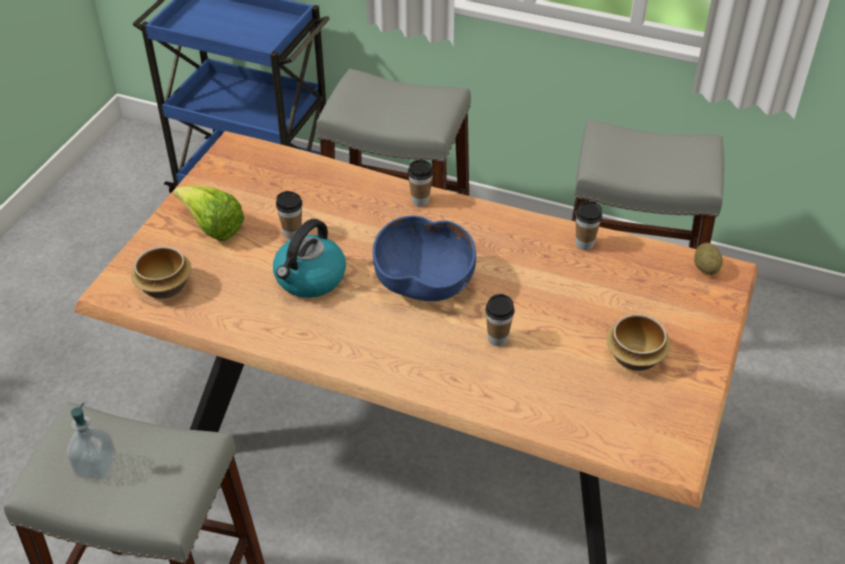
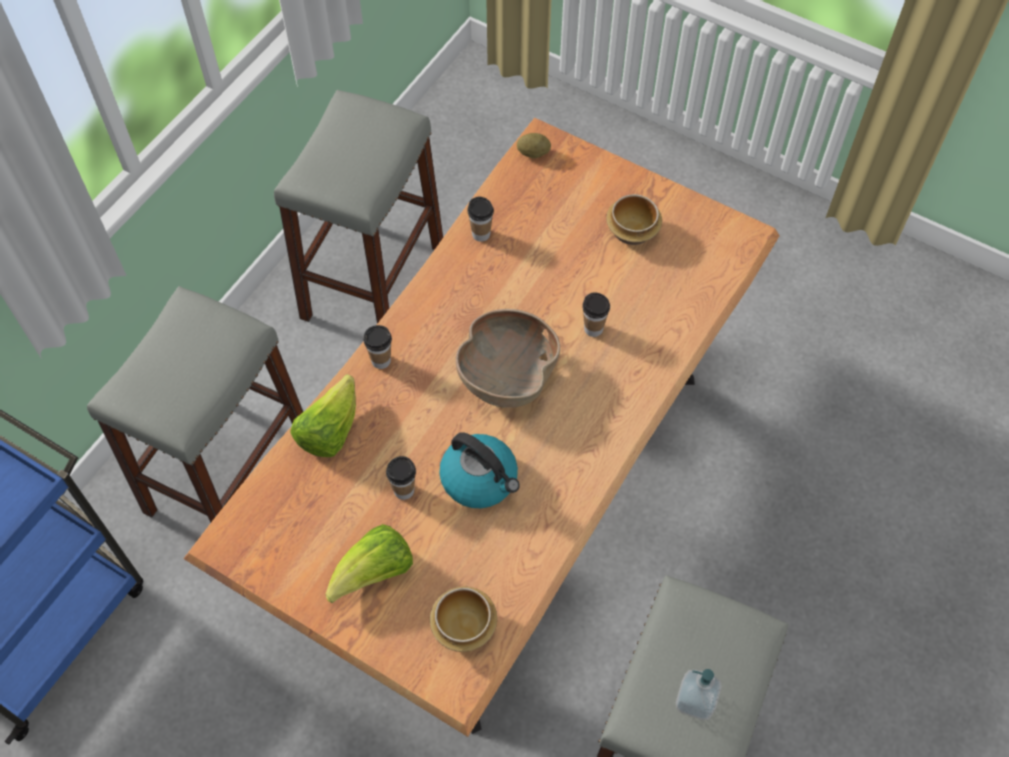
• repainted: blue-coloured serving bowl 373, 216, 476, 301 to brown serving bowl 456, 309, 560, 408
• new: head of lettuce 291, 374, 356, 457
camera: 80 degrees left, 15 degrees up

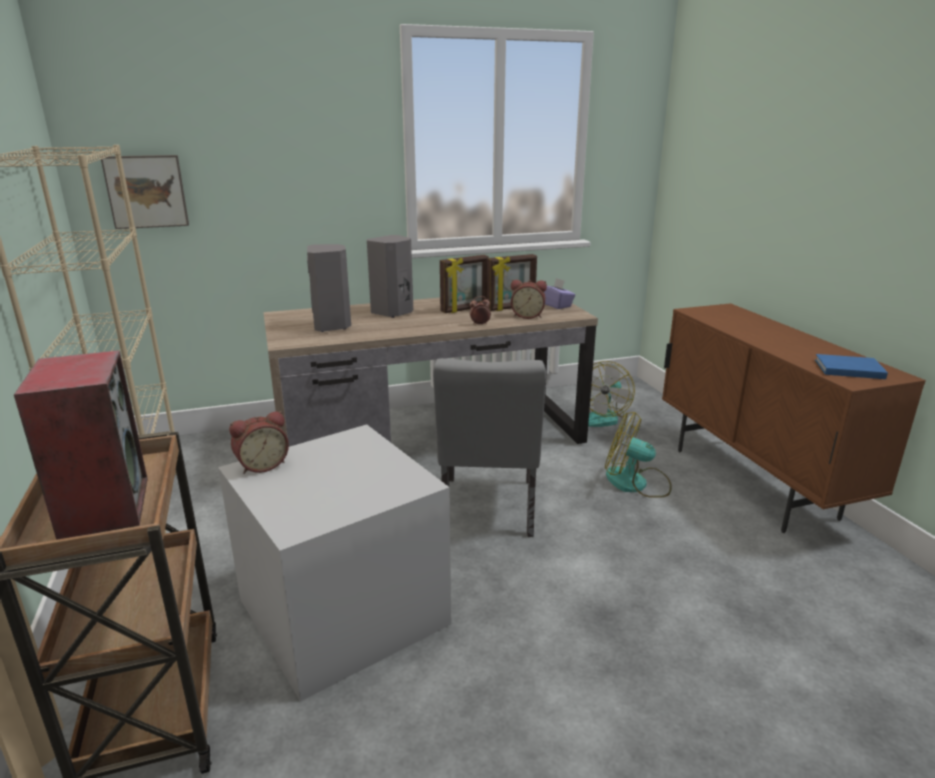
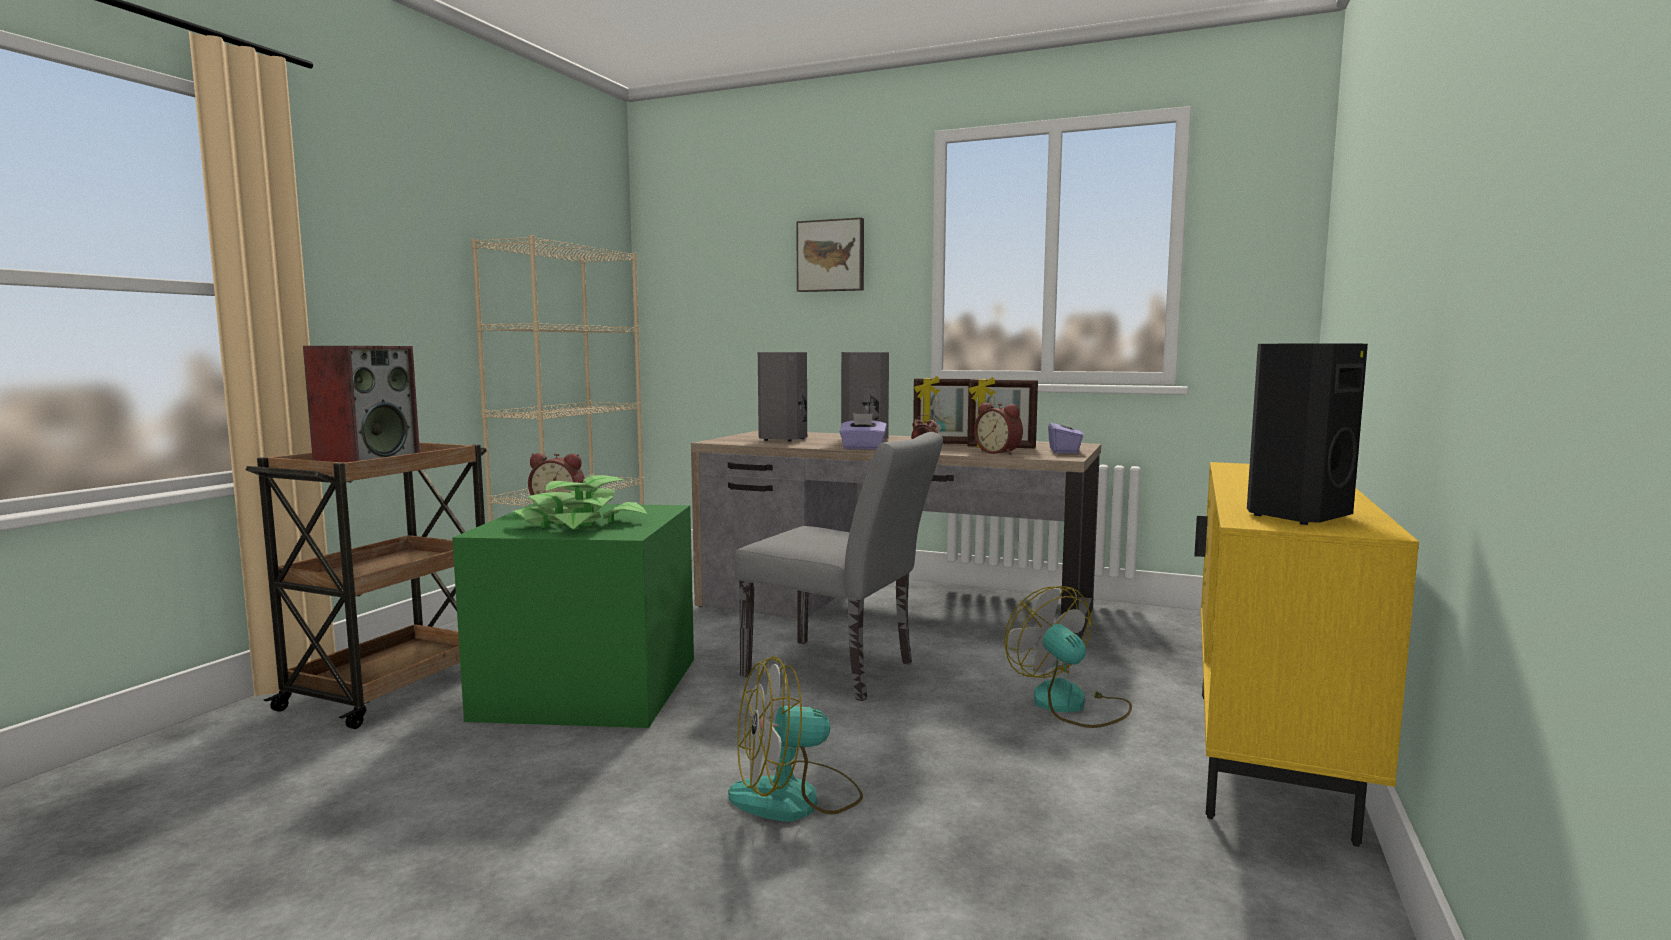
• shifted: wall picture 101, 155, 189, 229 to 796, 217, 864, 292
• repainted: grey storage bin 218, 424, 451, 701 to green-coloured storage bin 452, 503, 694, 728
• rotated: grey plain chair 433, 358, 546, 537 = 734, 432, 943, 701 105 degrees counterclockwise
• shifted: electric fan 588, 361, 635, 427 to 728, 656, 863, 822
• repainted: brown cabinet 662, 303, 926, 533 to yellowish cabinet 1194, 462, 1419, 847
• swapped: blue-coloured volume 815, 354, 888, 379 to black-coloured loudspeaker 1247, 343, 1368, 525
• new: plant in a pot 512, 475, 647, 529
• new: purple tissue holder 840, 413, 887, 450
camera: 40 degrees right, 15 degrees down

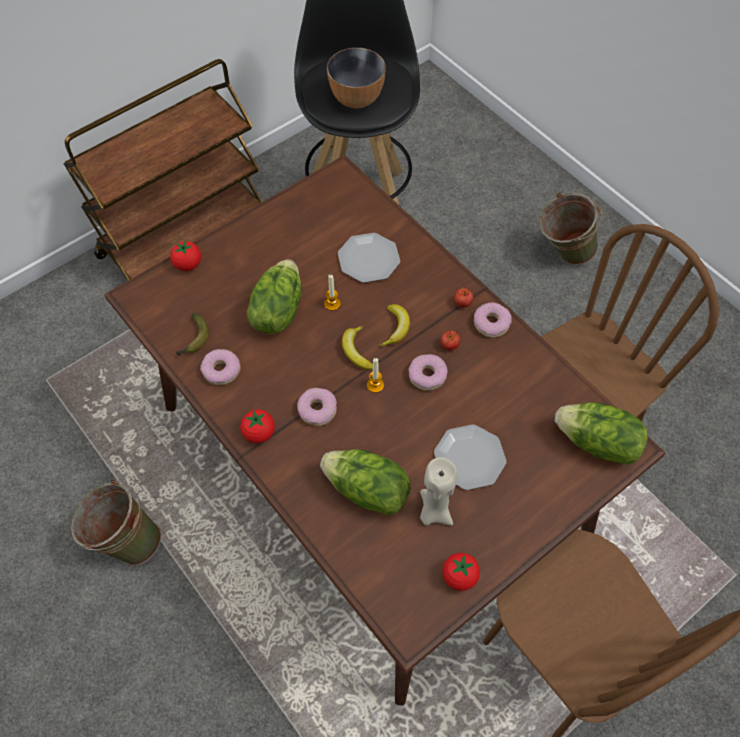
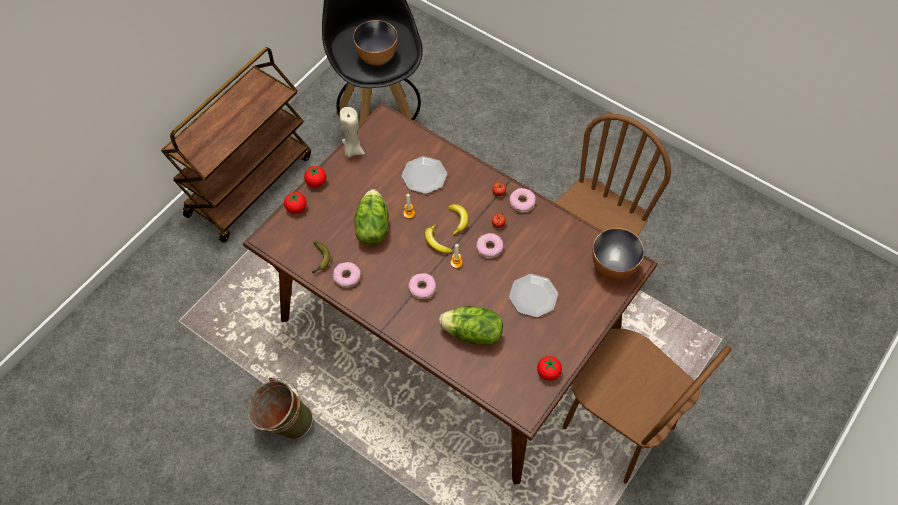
• shifted: tomato 240, 409, 275, 443 to 304, 166, 326, 187
• shifted: beige-coloured wax candle 420, 457, 457, 526 to 339, 107, 365, 158
• gone: green-coloured pail 539, 192, 602, 265
• swapped: head of lettuce 555, 402, 648, 465 to serving bowl 592, 228, 644, 280
camera: 15 degrees left, 0 degrees up

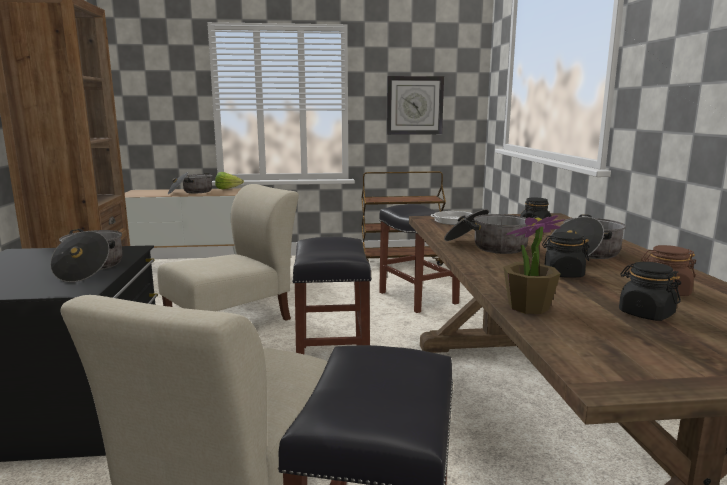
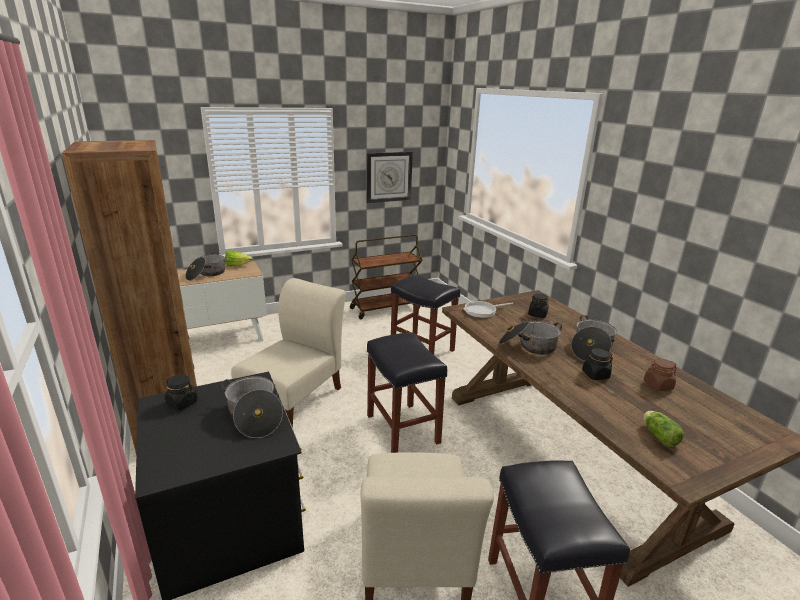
• gone: plant in a pot 504, 215, 565, 314
• shifted: black-coloured preserve jar 619, 262, 681, 321 to 165, 374, 198, 410
• new: head of lettuce 643, 411, 684, 447
camera: 20 degrees left, 10 degrees up

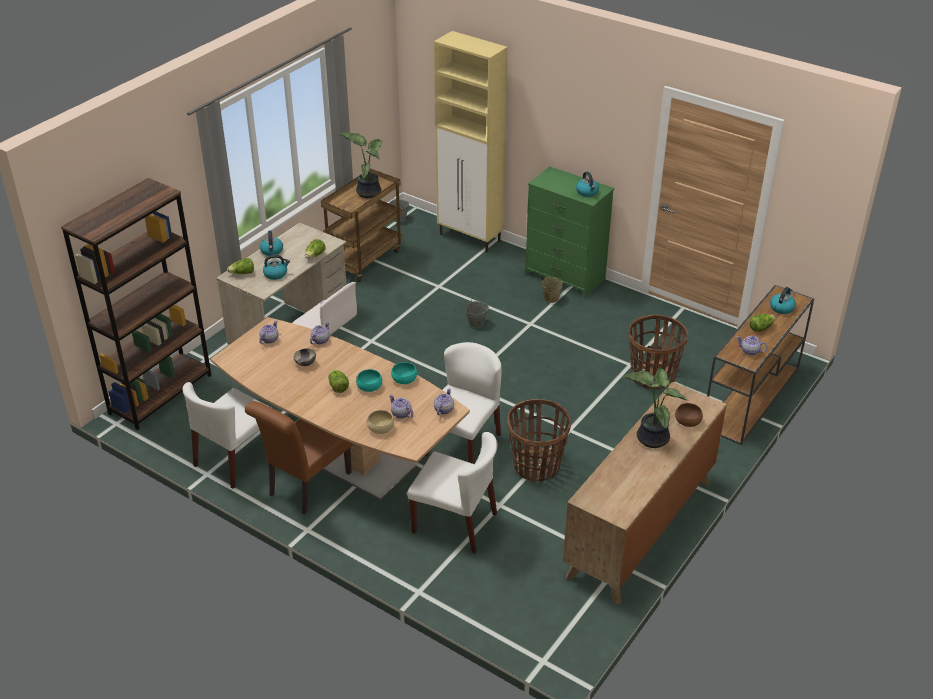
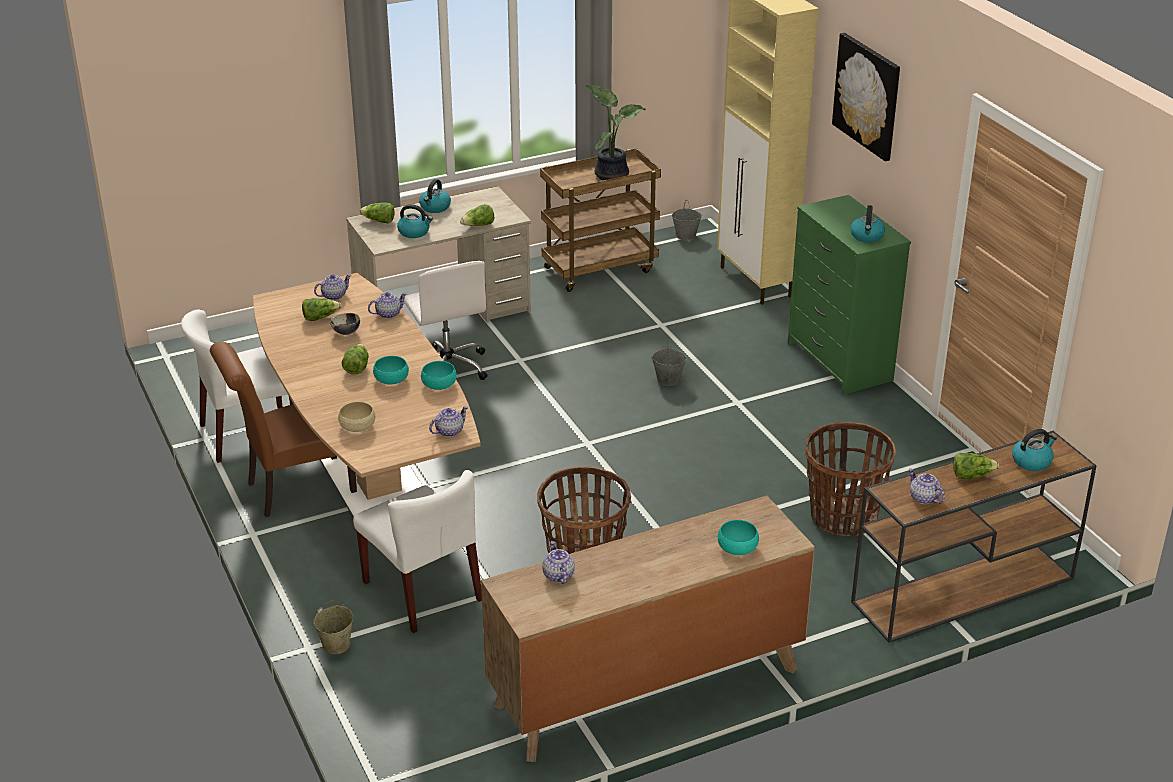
• gone: brown shelving unit 61, 178, 212, 430
• shifted: teapot 389, 395, 413, 419 to 542, 541, 575, 584
• gone: white-coloured plain chair 425, 342, 501, 464
• shifted: beige-coloured pail 542, 272, 563, 303 to 314, 600, 353, 654
• gone: plant in a pot 623, 368, 688, 448
• repainted: brown serving bowl 675, 403, 703, 427 to turquoise serving bowl 718, 520, 759, 555
• new: head of lettuce 302, 298, 341, 321
• new: wall picture 832, 33, 900, 161
camera: 30 degrees right, 5 degrees down

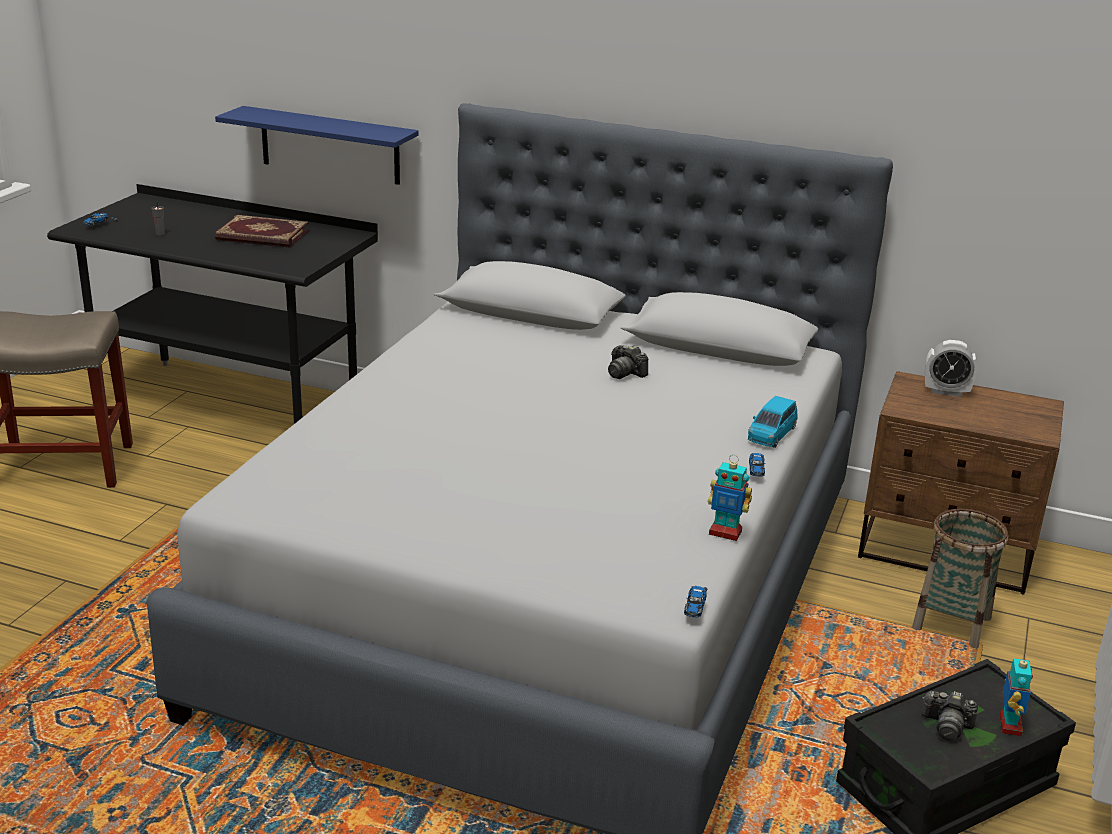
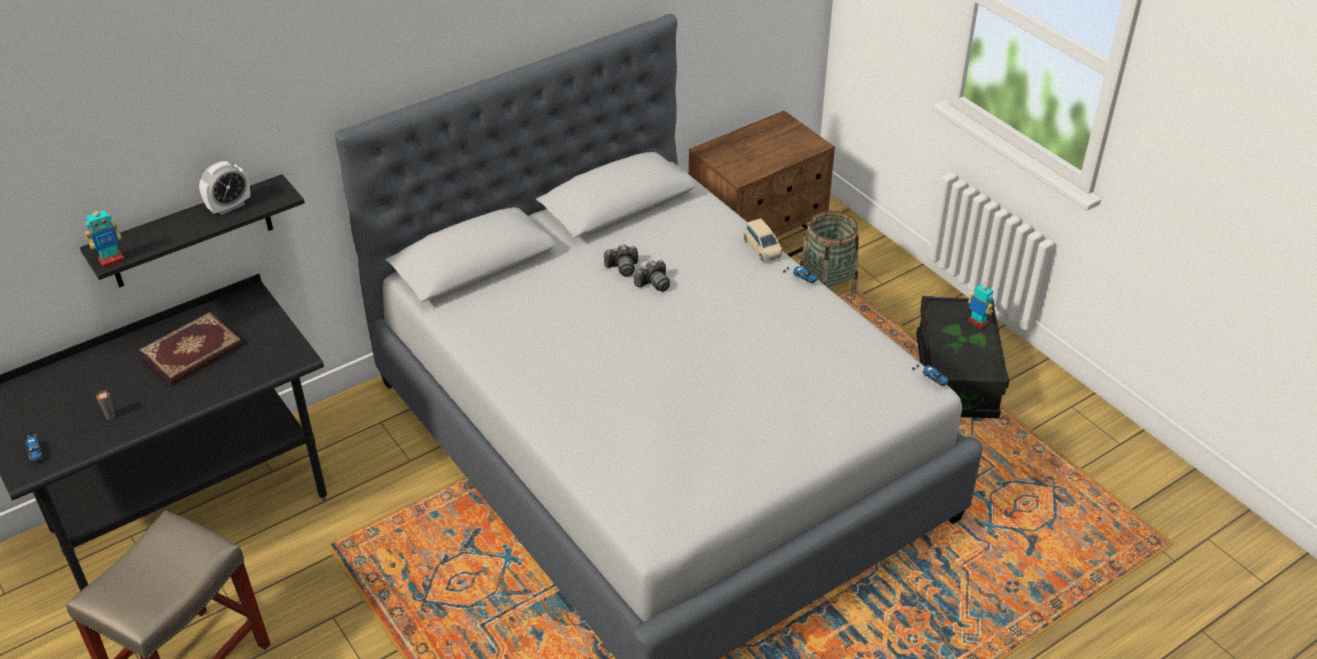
• repainted: blue-coloured shelf 215, 106, 419, 185 to black-coloured shelf 80, 174, 305, 288
• shifted: toy robot 708, 455, 752, 541 to 85, 207, 125, 268
• repainted: blue-coloured toy car 748, 396, 798, 448 to beige-coloured toy car 744, 218, 783, 262
• shifted: photo camera 921, 691, 978, 741 to 634, 260, 670, 292
• shifted: bedside clock 925, 340, 977, 397 to 199, 161, 250, 215
camera: 55 degrees left, 15 degrees up

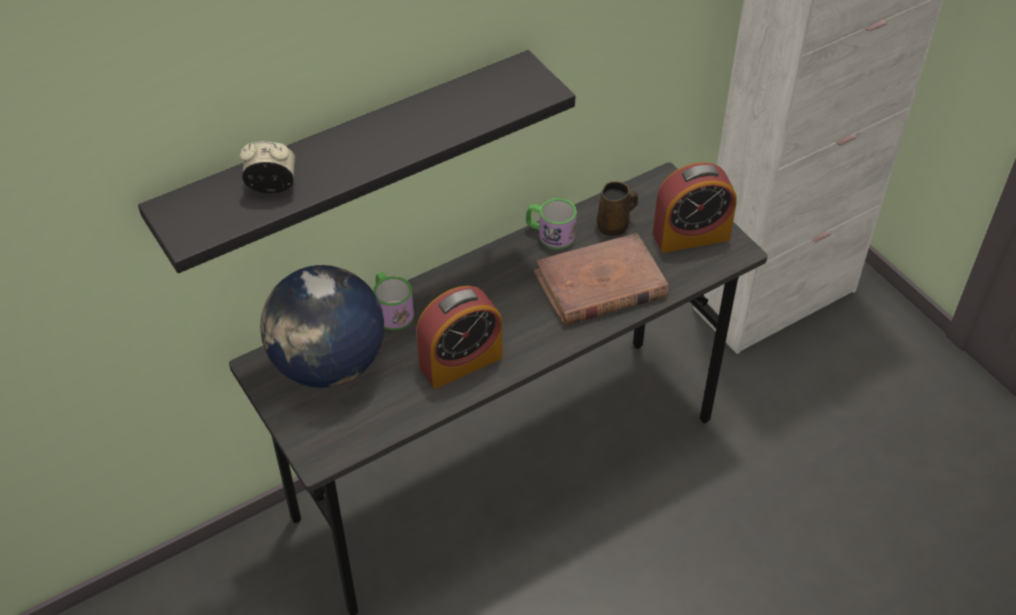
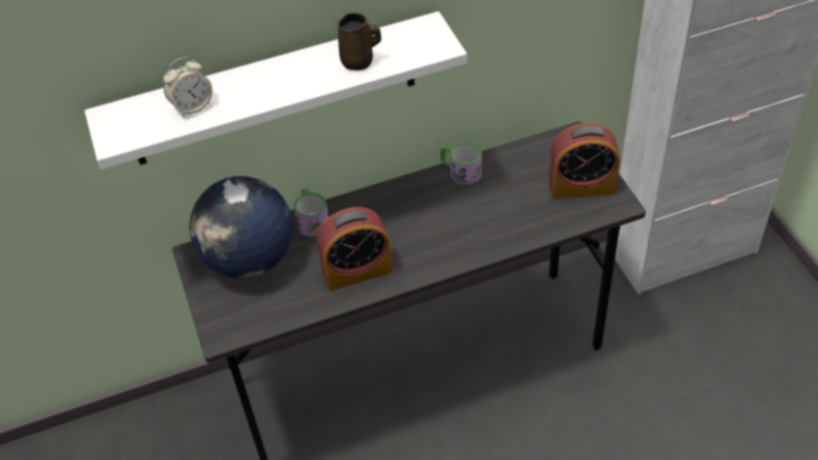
• repainted: black-coloured shelf 138, 50, 575, 273 to white-coloured shelf 84, 11, 467, 169
• rotated: bedside clock 240, 141, 296, 193 = 163, 57, 212, 117 135 degrees clockwise
• gone: brown volume 533, 233, 669, 326
• shifted: brown mug 597, 181, 638, 236 to 338, 12, 381, 70
camera: 15 degrees right, 0 degrees up

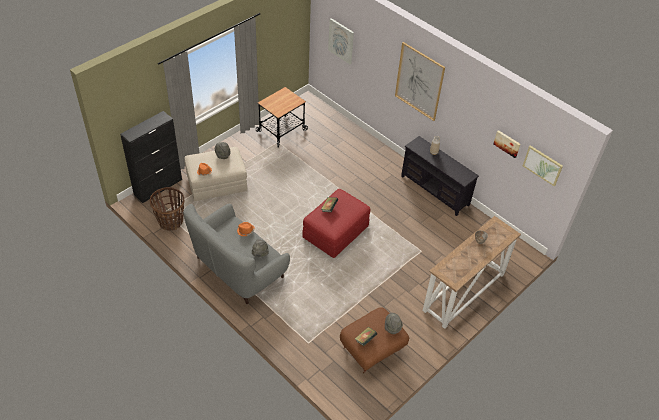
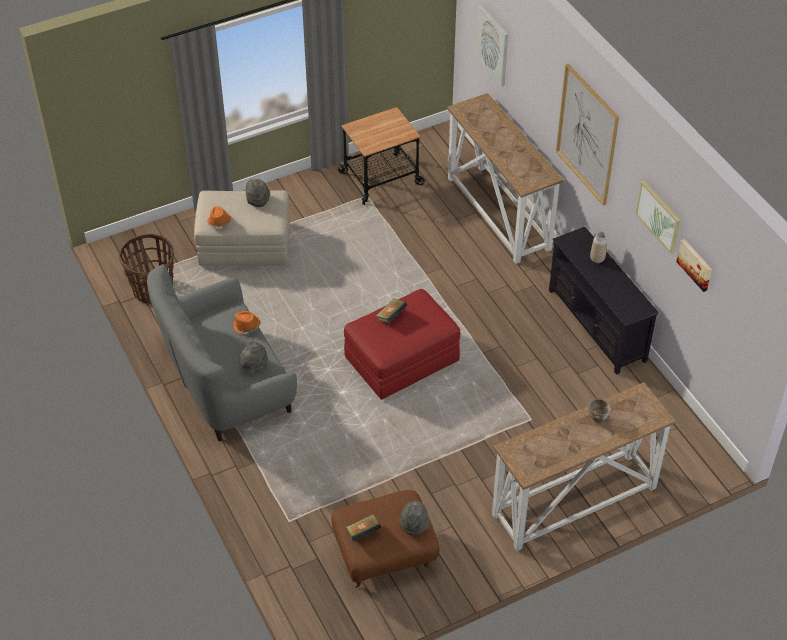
• gone: black-coloured cabinet 120, 111, 182, 203
• shifted: wall picture 523, 146, 563, 186 to 635, 180, 681, 254
• new: narrow table 447, 93, 563, 264
camera: 20 degrees right, 0 degrees up

